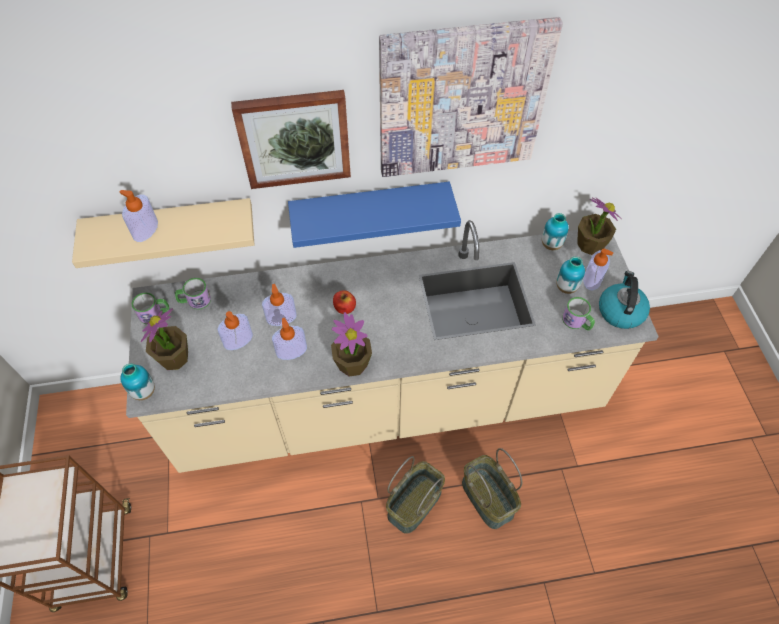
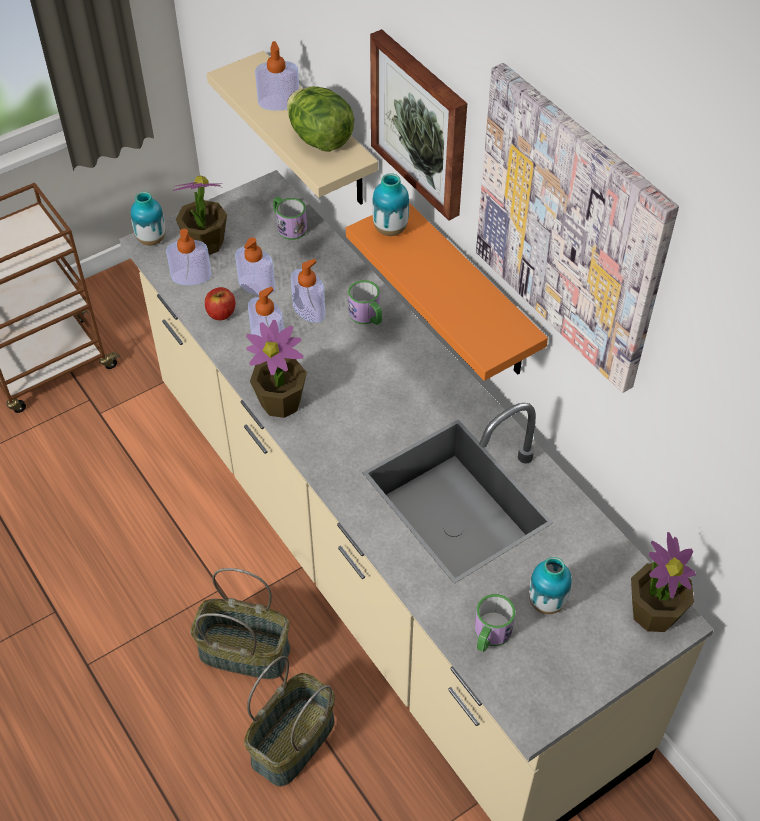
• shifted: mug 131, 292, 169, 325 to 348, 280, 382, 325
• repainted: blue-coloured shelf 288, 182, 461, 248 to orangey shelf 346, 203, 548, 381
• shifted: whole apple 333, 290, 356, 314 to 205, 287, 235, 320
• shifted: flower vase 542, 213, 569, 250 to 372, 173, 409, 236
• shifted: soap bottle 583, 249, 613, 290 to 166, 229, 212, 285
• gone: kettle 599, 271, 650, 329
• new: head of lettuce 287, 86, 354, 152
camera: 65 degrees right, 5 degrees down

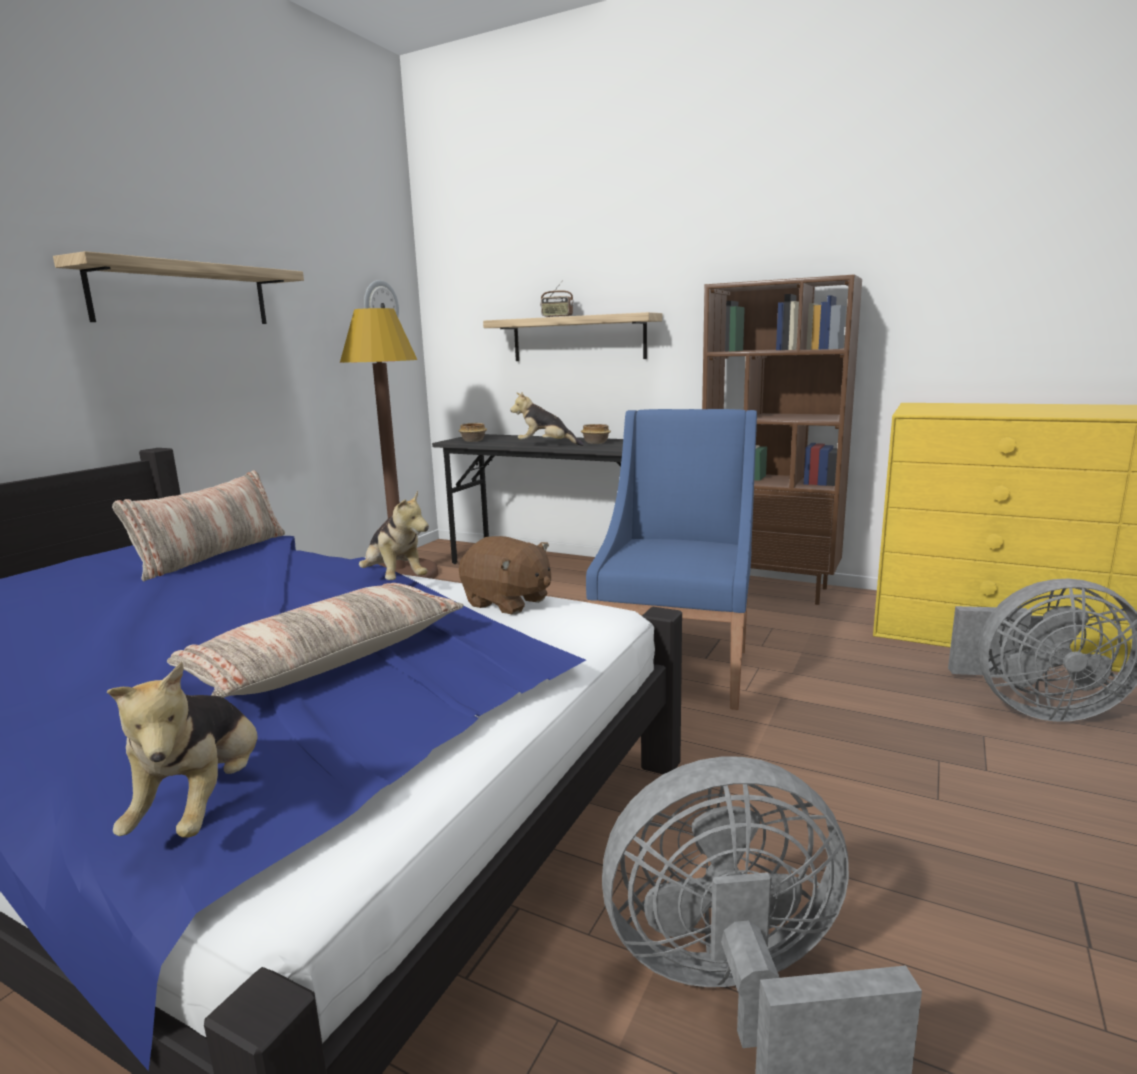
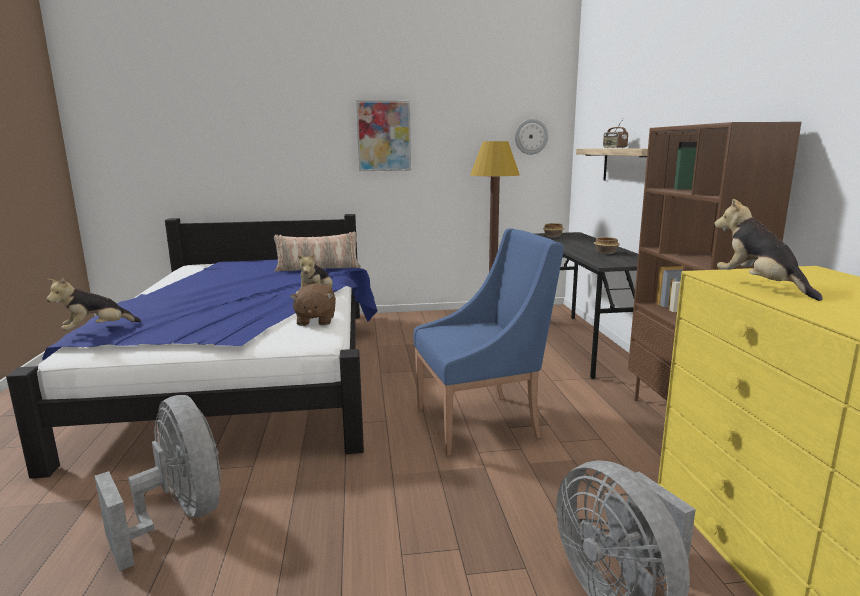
• swapped: shelf 53, 251, 304, 324 to wall picture 356, 100, 411, 171
• gone: throw pillow 167, 583, 463, 698
• shifted: cuddly toy 510, 392, 584, 446 to 714, 199, 823, 301
camera: 55 degrees right, 0 degrees up

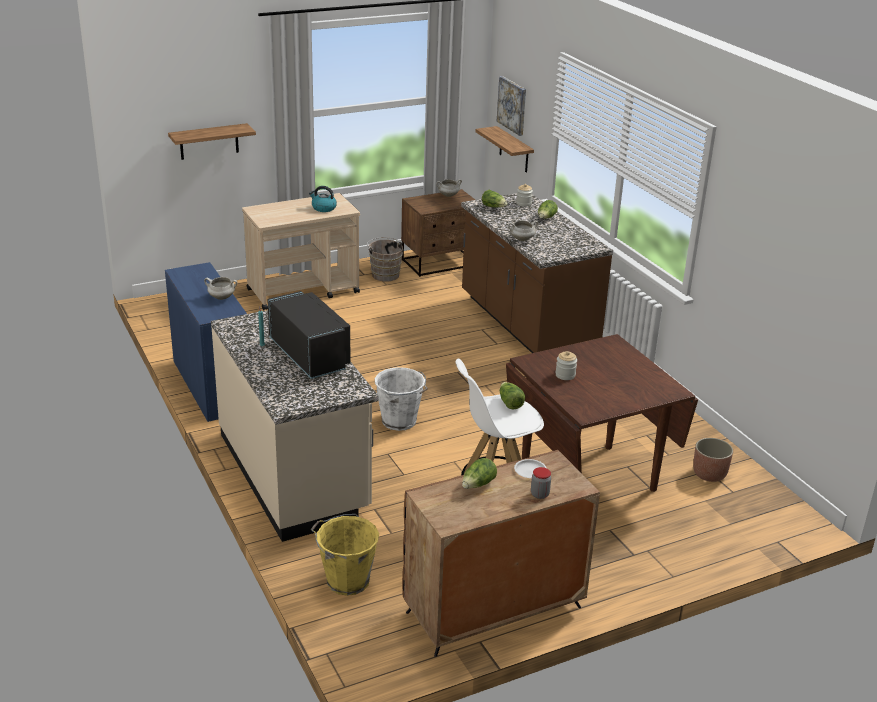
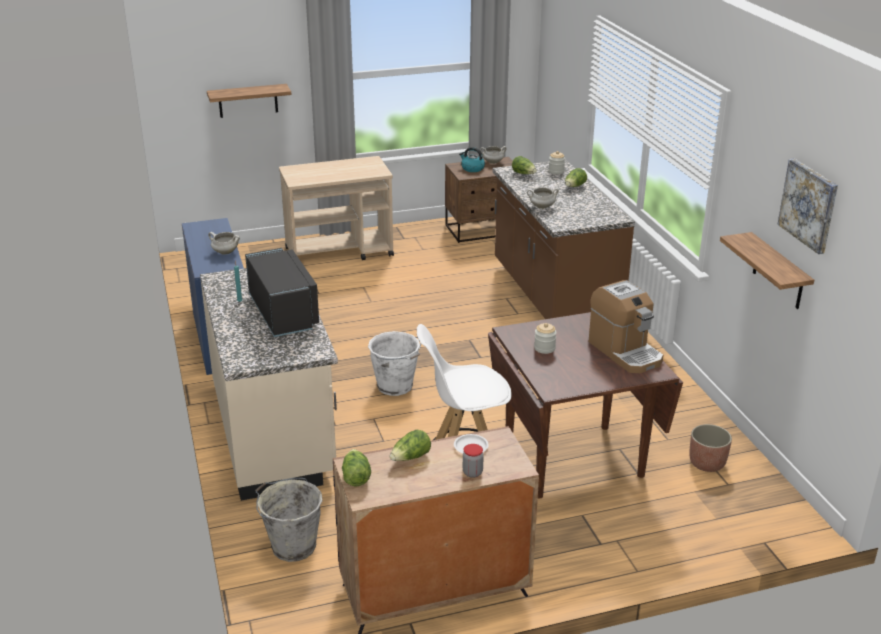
• shifted: kettle 309, 186, 337, 212 to 459, 147, 485, 172
• repainted: yellowish pail 311, 514, 379, 596 to grey pail 255, 478, 323, 562
• gone: brown pail 367, 237, 403, 281
• shifted: shelf 475, 126, 534, 172 to 720, 232, 814, 309
• shifted: wall picture 497, 76, 526, 136 to 777, 158, 838, 254
• shifted: head of lettuce 500, 382, 525, 409 to 342, 449, 371, 487
• new: coffee machine 589, 280, 663, 373
camera: 10 degrees right, 0 degrees up

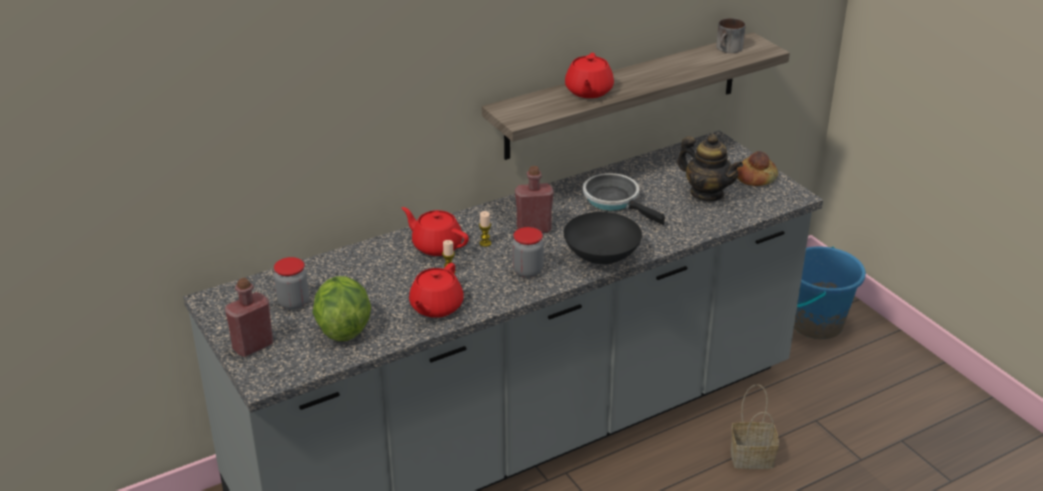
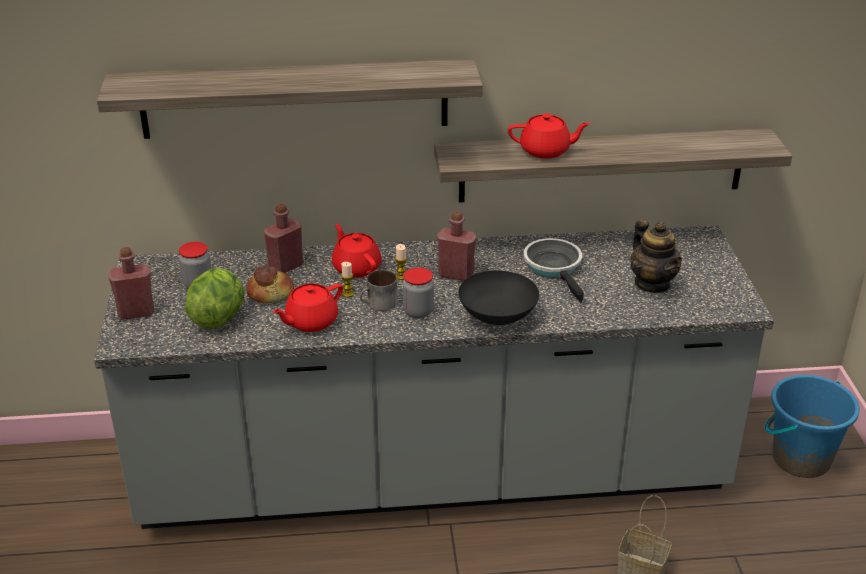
• rotated: red-coloured teapot 565, 53, 614, 98 = 508, 113, 591, 159 120 degrees counterclockwise
• shifted: mug 716, 18, 746, 53 to 359, 270, 398, 311
• shifted: bread 737, 151, 778, 186 to 246, 265, 294, 303
• new: shelf 97, 59, 483, 139
• new: red-coloured drink bottle 264, 203, 303, 273
camera: 25 degrees right, 0 degrees up

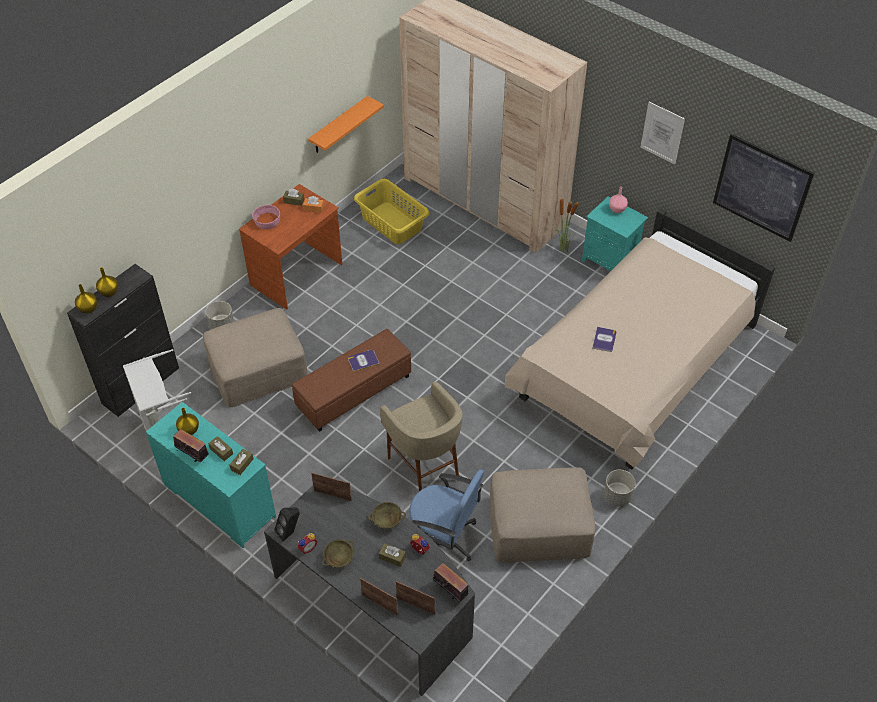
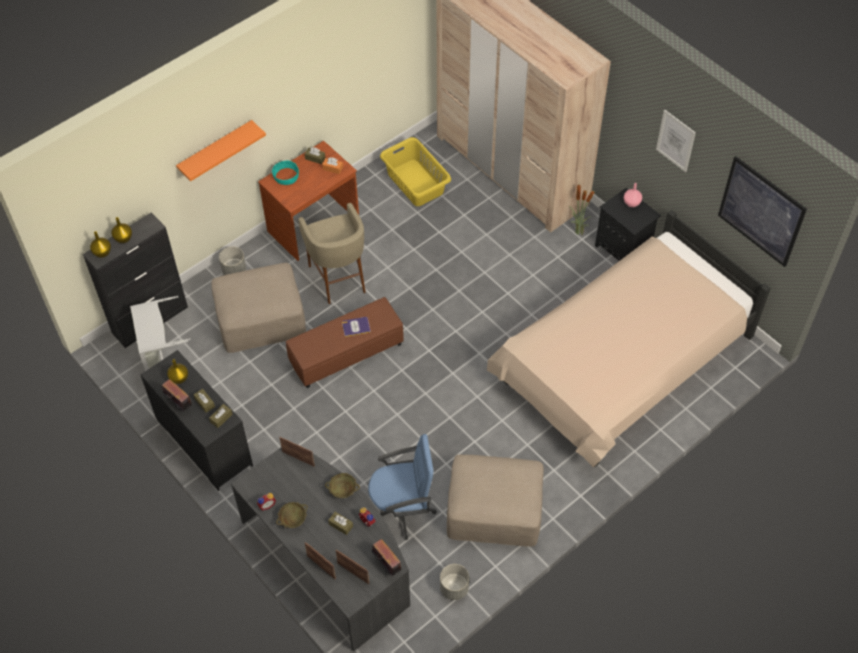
• repainted: turquoise drawer chest 146, 402, 276, 548 to black-coloured drawer chest 141, 350, 253, 491
• repainted: pink-coloured serving bowl 252, 205, 280, 229 to turquoise serving bowl 272, 161, 299, 185
• gone: black-coloured loudspeaker 274, 508, 300, 542
• shifted: orangey shelf 308, 96, 384, 153 to 176, 120, 266, 181
• shifted: beige-coloured sitting stool 380, 382, 463, 492 to 298, 203, 365, 304
• rotated: blue-coloured desk chair 410, 469, 484, 561 = 368, 434, 437, 540 45 degrees counterclockwise
• repainted: turquoise nightstand 582, 196, 648, 271 to black-coloured nightstand 595, 188, 661, 261
• gone: volume 592, 327, 616, 352
• shifted: grey plant pot 604, 470, 635, 506 to 440, 564, 469, 600
camera: 10 degrees right, 5 degrees up

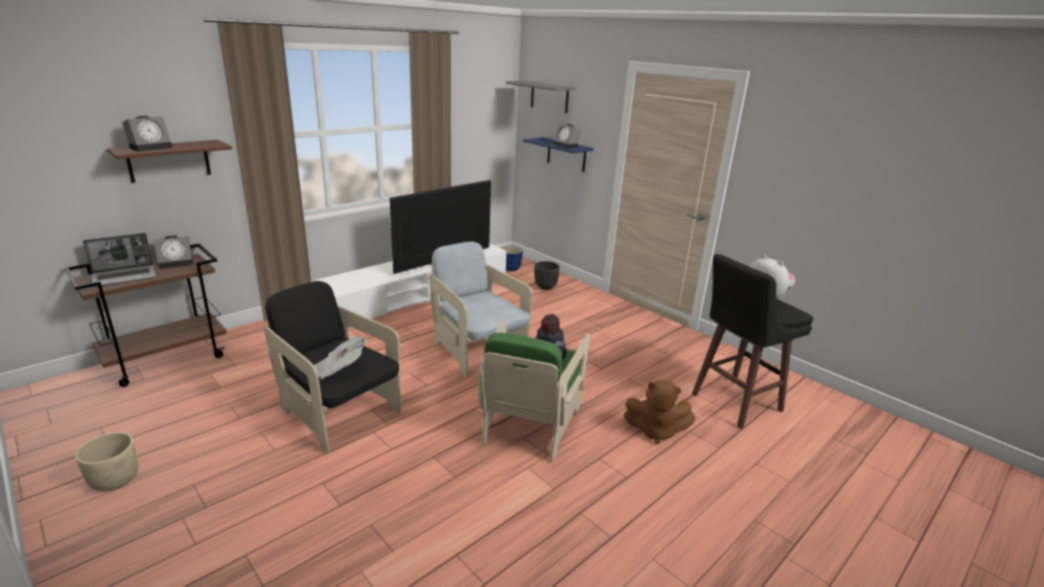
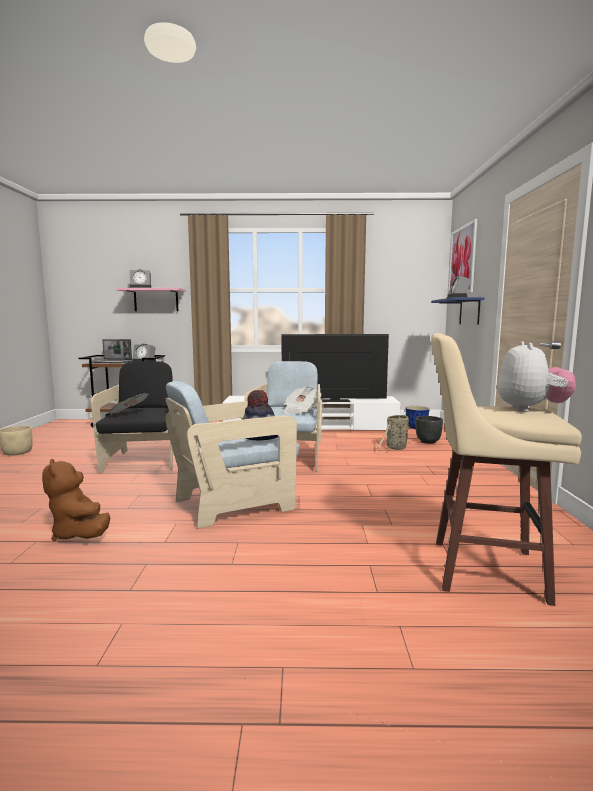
• repainted: brown shelf 107, 140, 232, 183 to pink-coloured shelf 116, 288, 186, 311
• repainted: green-coloured lounge chair 478, 319, 591, 462 to beige-coloured lounge chair 165, 381, 300, 528
• swapped: grey shelf 506, 81, 576, 113 to wall picture 448, 219, 477, 293
• shifted: brown cuddly toy 624, 380, 696, 444 to 42, 459, 110, 541
• repainted: black-coloured sitting stool 692, 254, 813, 429 to beige-coloured sitting stool 431, 333, 582, 606
• new: newspaper 284, 386, 321, 414
• new: household basket 377, 415, 410, 452
camera: 45 degrees right, 15 degrees down

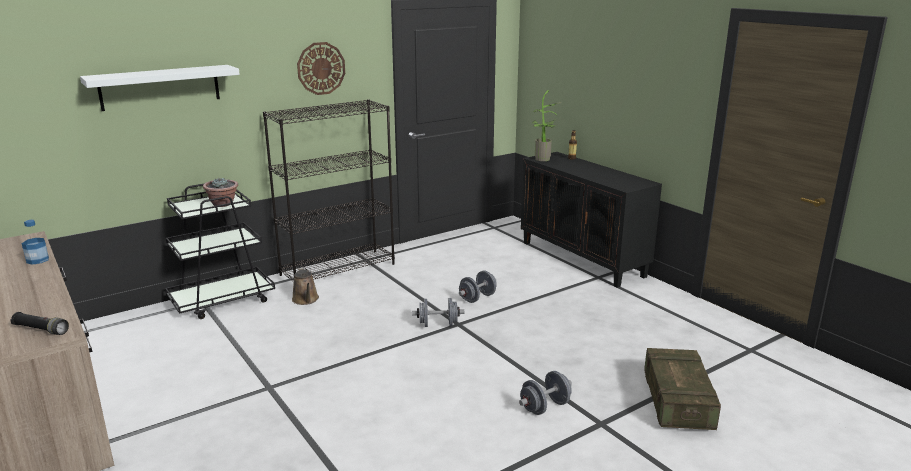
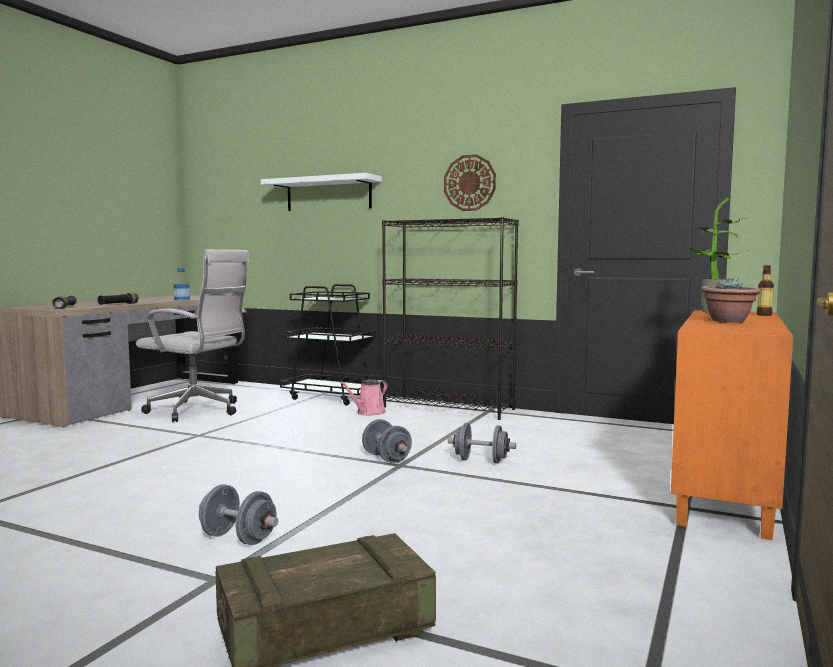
• shifted: plant in a pot 203, 178, 238, 207 to 701, 278, 761, 323
• repainted: brown sprinkling can 292, 267, 319, 305 to pink-coloured sprinkling can 340, 379, 387, 416
• repainted: black-coloured cabinet 521, 152, 662, 288 to orangey cabinet 671, 310, 793, 540
• new: black-coloured torch 98, 293, 138, 305
• new: white-coloured desk chair 136, 249, 250, 422
camera: 60 degrees right, 15 degrees down

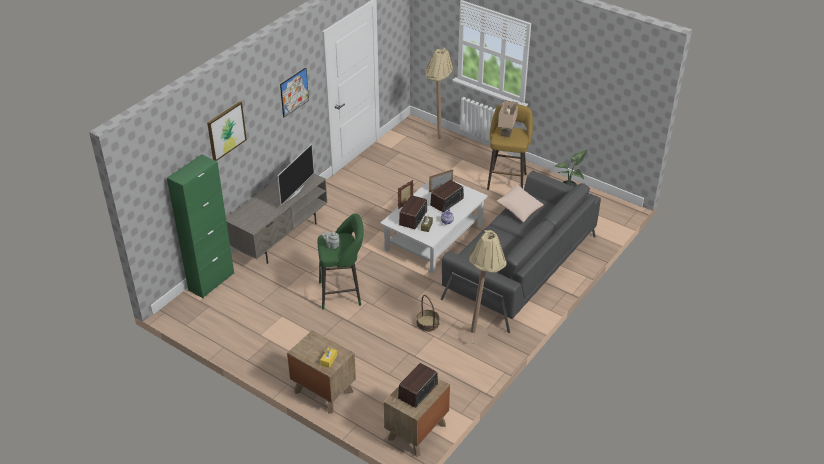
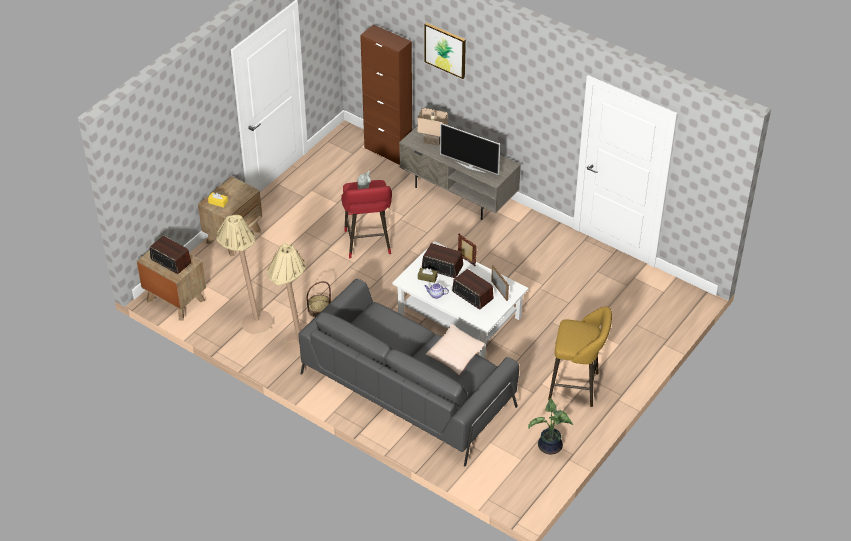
• repainted: green-coloured cabinet 167, 154, 234, 298 to brown cabinet 360, 25, 412, 165
• gone: wall picture 280, 68, 309, 118
• repainted: green-coloured sitting stool 318, 214, 364, 310 to red-coloured sitting stool 341, 180, 392, 258
• shifted: beige-coloured standing lamp 426, 48, 453, 148 to 216, 215, 273, 334
• shifted: beige-coloured table lamp 498, 100, 518, 138 to 417, 108, 448, 146
camera: 90 degrees right, 5 degrees up

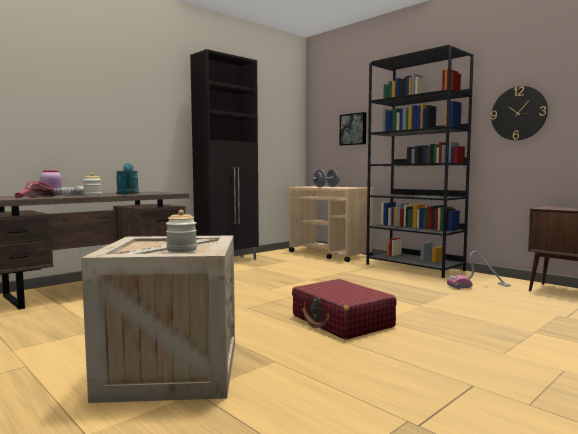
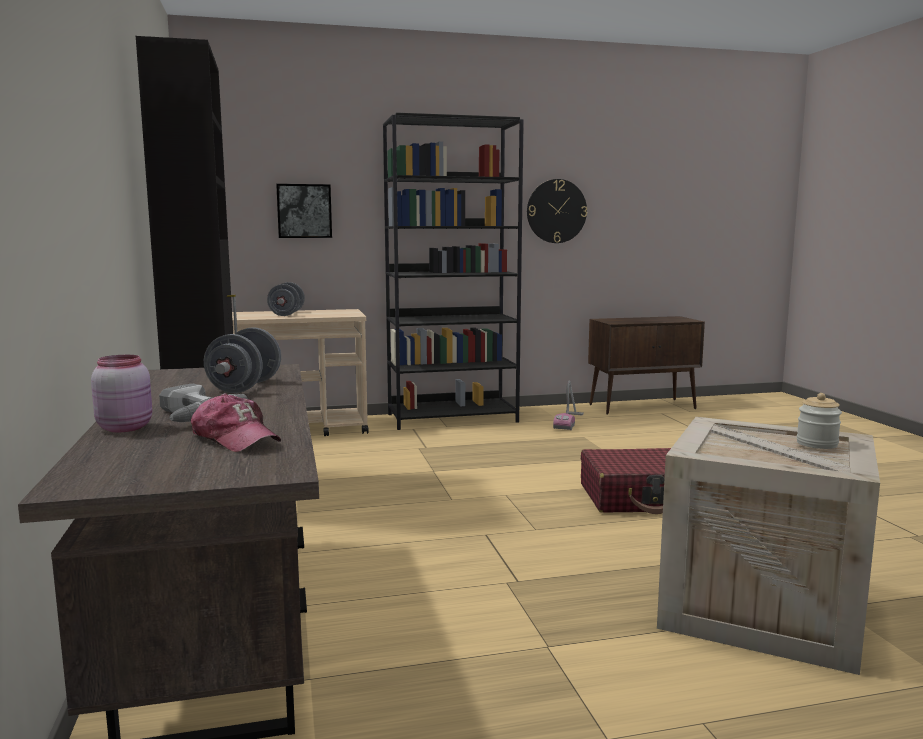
• gone: preserve jar 83, 173, 102, 196
• swapped: turquoise sprinkling can 116, 163, 139, 194 to grey dumbbell 204, 327, 281, 393
camera: 60 degrees left, 5 degrees up

